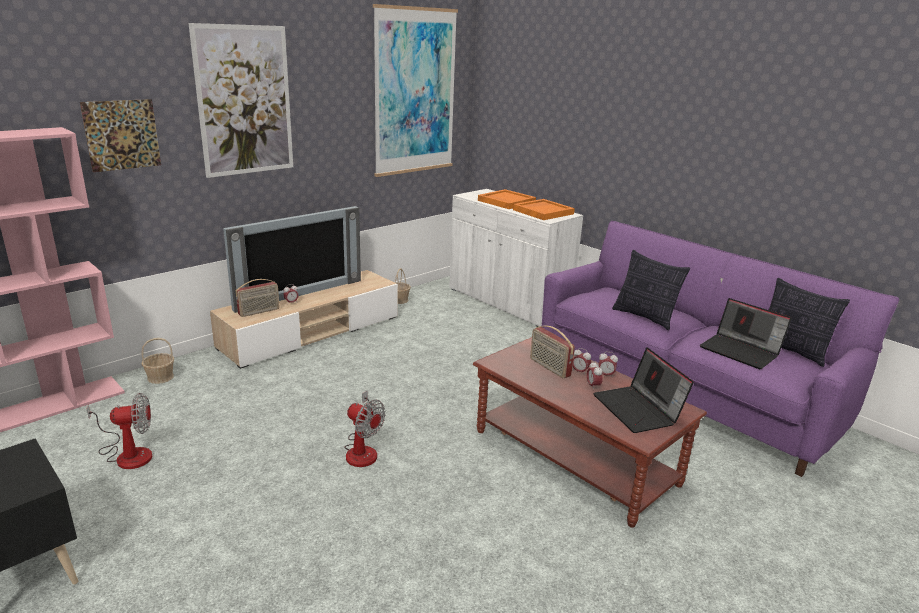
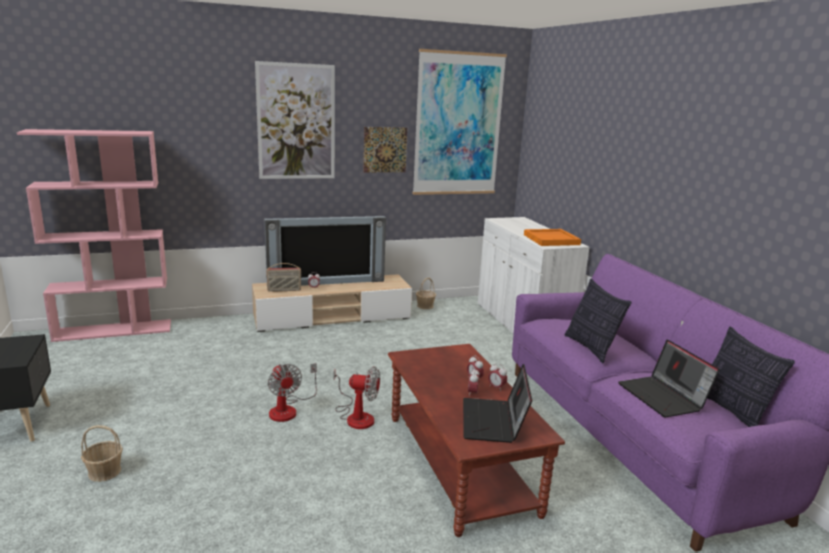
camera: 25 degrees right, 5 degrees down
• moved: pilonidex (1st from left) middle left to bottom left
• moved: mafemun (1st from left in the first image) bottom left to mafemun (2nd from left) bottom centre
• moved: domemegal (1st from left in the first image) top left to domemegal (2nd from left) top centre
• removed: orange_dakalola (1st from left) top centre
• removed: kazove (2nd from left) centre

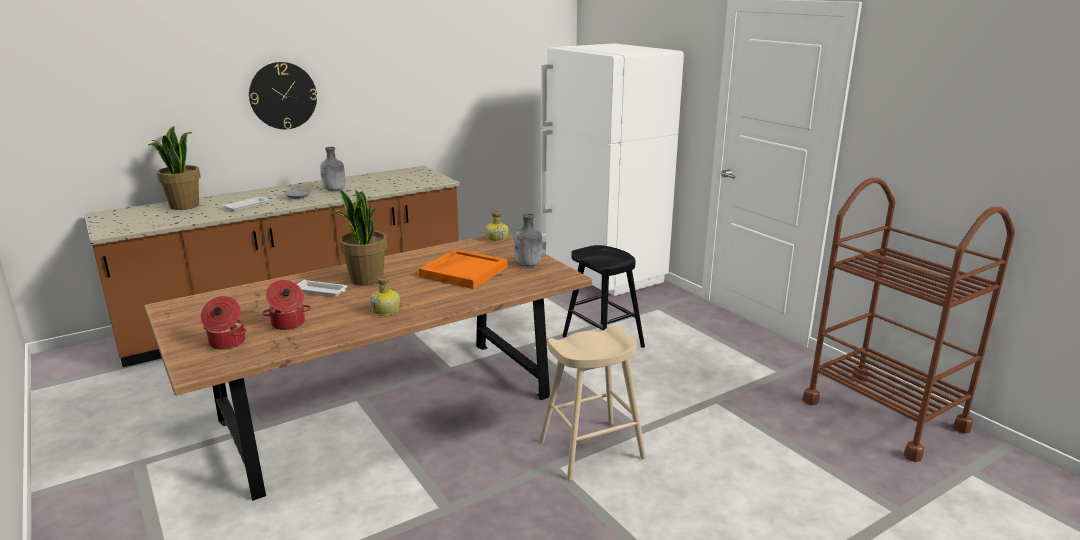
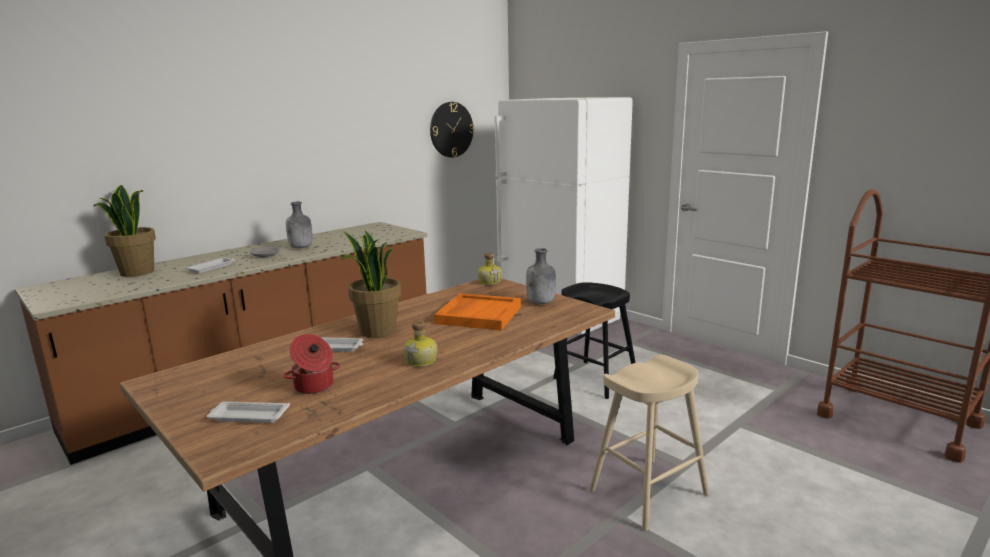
camera: 10 degrees left, 5 degrees down
• replaced: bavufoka (1st from left) middle left to white_dakalola (2nd from left) bottom left
• moved: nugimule top left to top centre

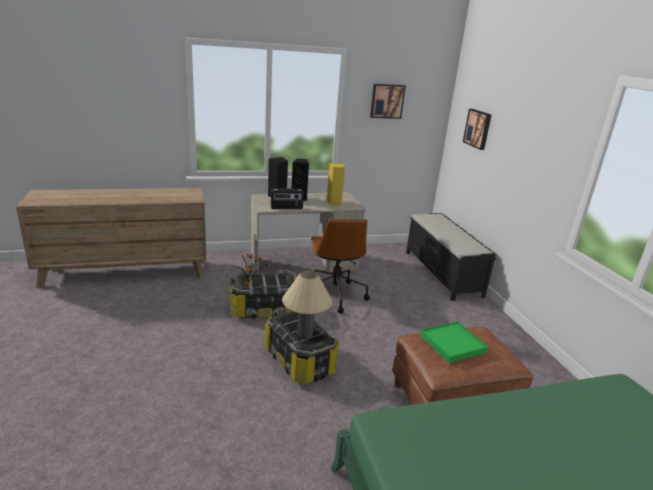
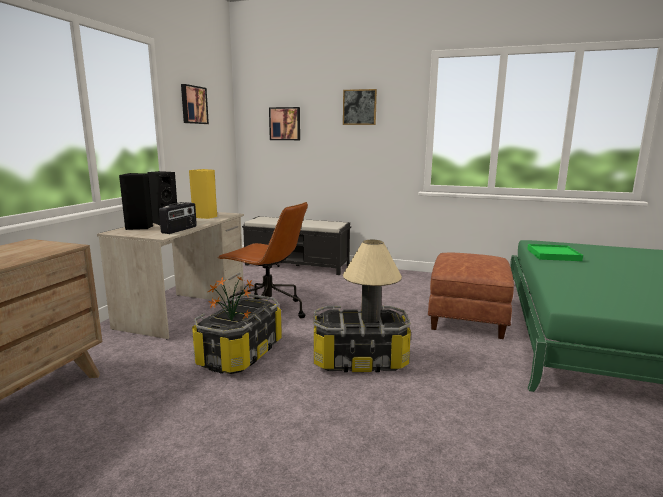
camera: 55 degrees left, 10 degrees down
• added: domemegal (3rd from left) top centre
• moved: green_dakalola bottom right to middle right

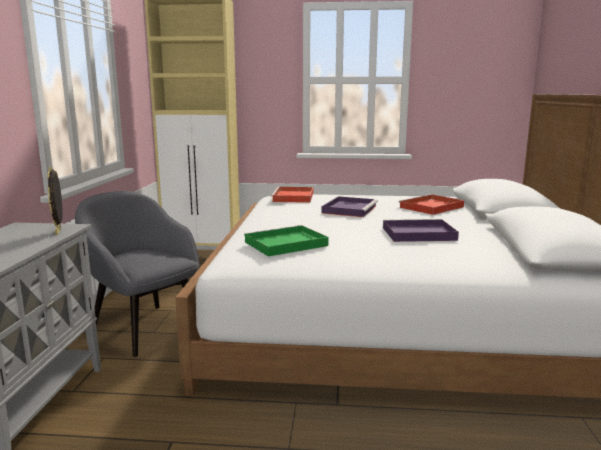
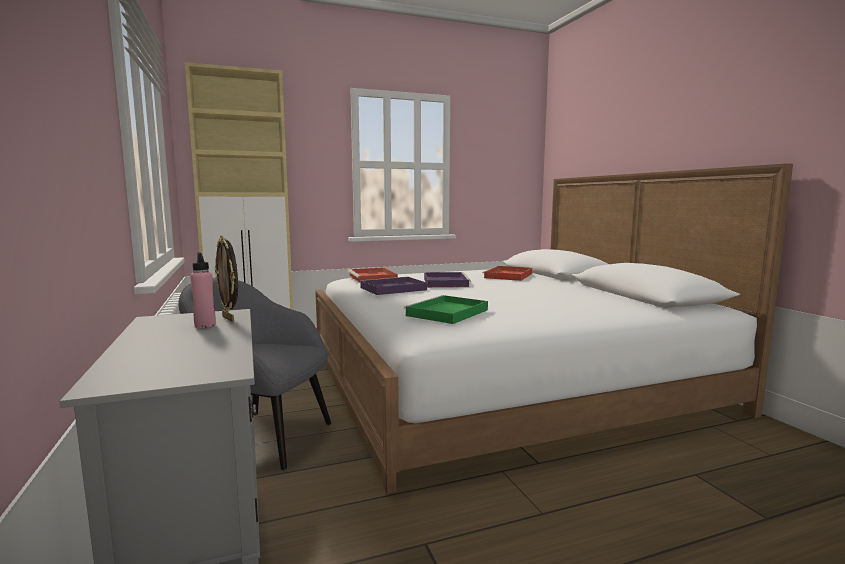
camera: 25 degrees left, 5 degrees down
• added: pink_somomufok middle left
• moved: purple_dakalola (2nd from left in the first image) middle right to purple_dakalola (1st from left) centre

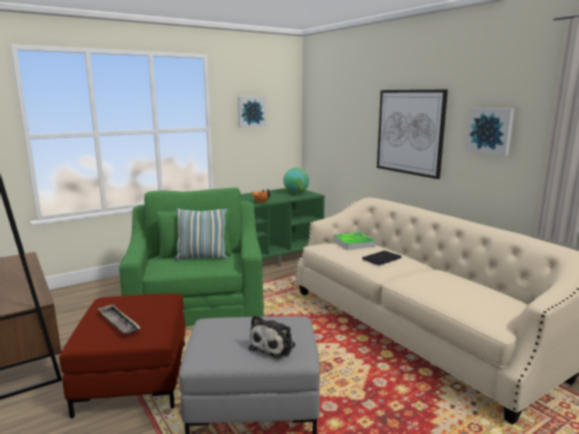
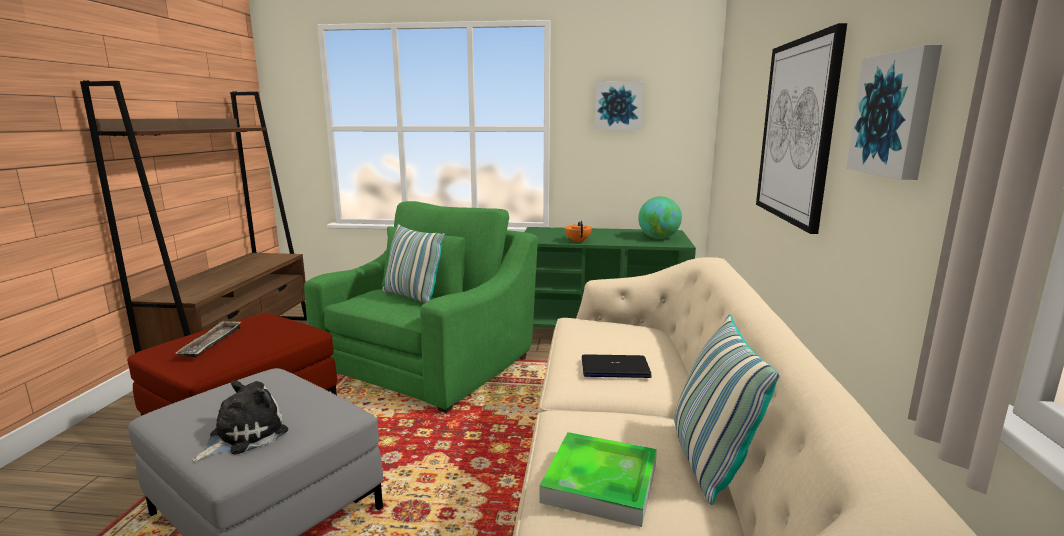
camera: 40 degrees right, 0 degrees up
• turned: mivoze bottom centre = bottom left 150 degrees clockwise
• moved: dakalola (2nd from left) centre to bottom centre
• added: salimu (2nd from left) bottom right

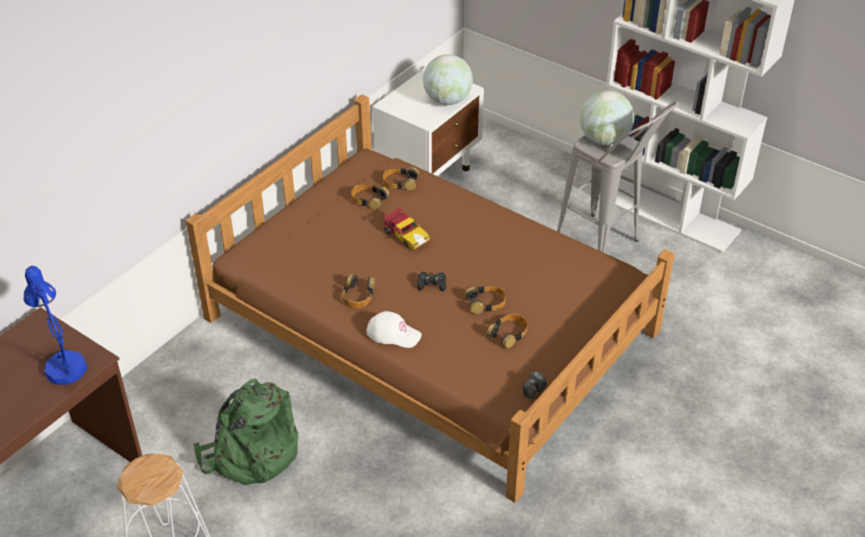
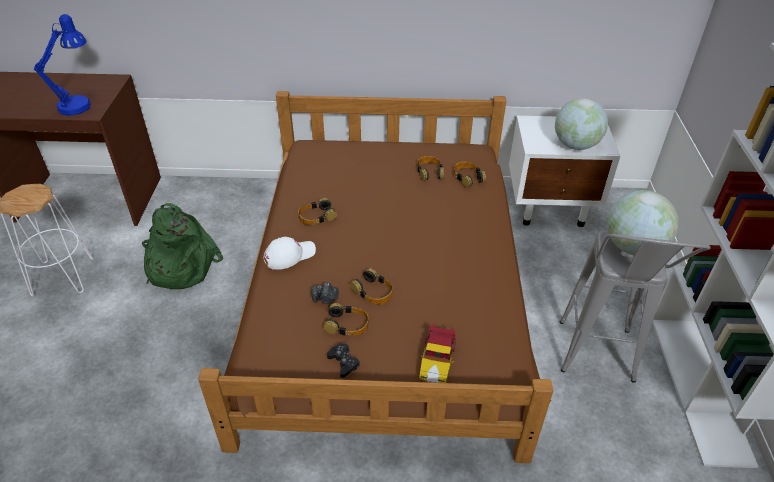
camera: 55 degrees right, 0 degrees up
• turned: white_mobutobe centre = centre 105 degrees counterclockwise
• moved: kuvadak bottom centre to centre
• moved: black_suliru centre to bottom centre
• moved: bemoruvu centre to bottom centre

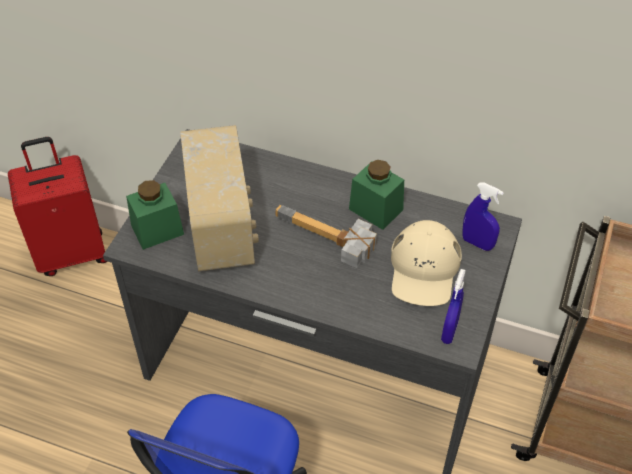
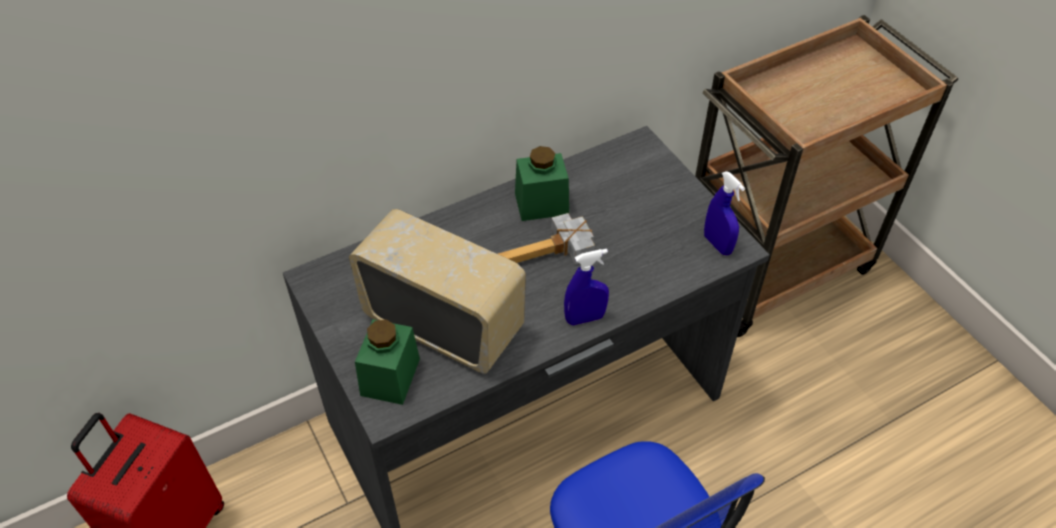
camera: 50 degrees left, 0 degrees up
• moved: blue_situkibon (2nd from left in the first image) middle right to blue_situkibon (1st from left) centre
• removed: beige_mobutobe middle right

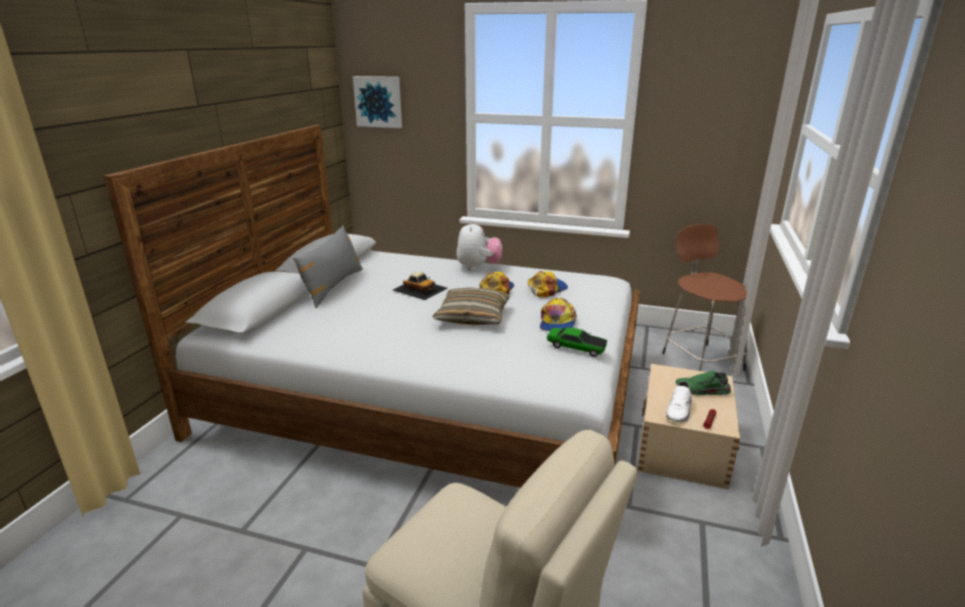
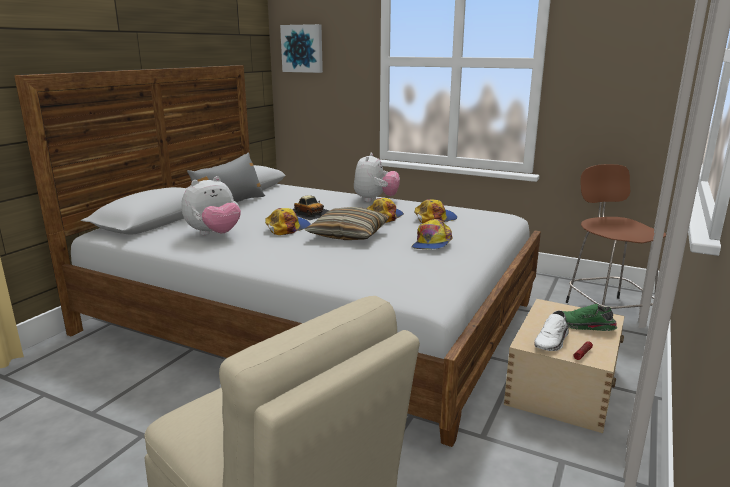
camera: 10 degrees right, 5 degrees down
• added: mivoze (1st from left) middle left
• added: mobutobe (1st from left) centre
• removed: bemoruvu (2nd from left) centre

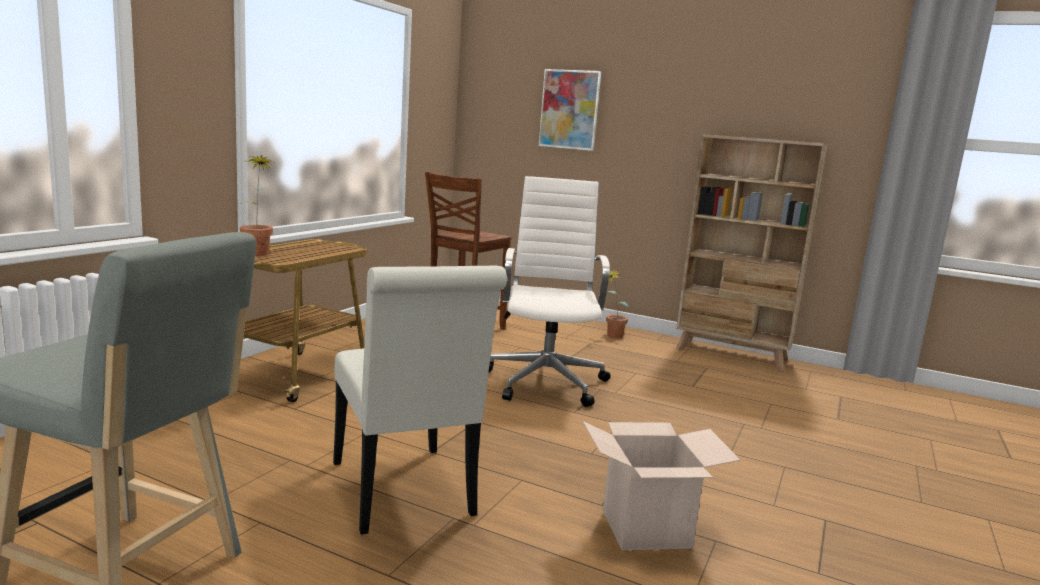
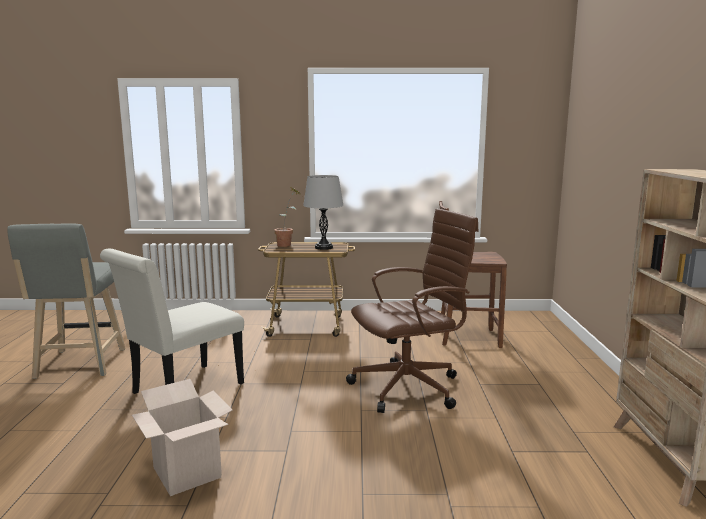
camera: 65 degrees right, 0 degrees up
• added: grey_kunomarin centre
• recoloured: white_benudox centre to brown_benudox centre
• removed: domemegal top centre
• removed: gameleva (2nd from left) centre

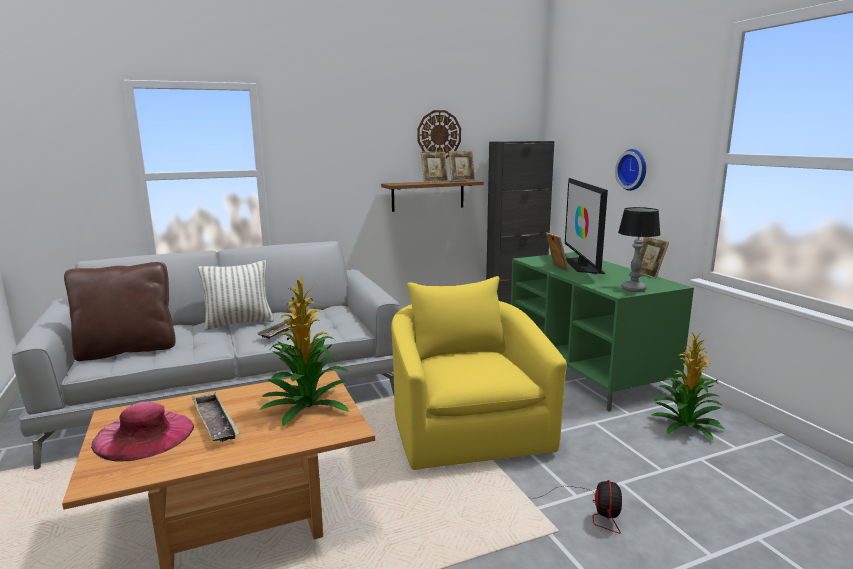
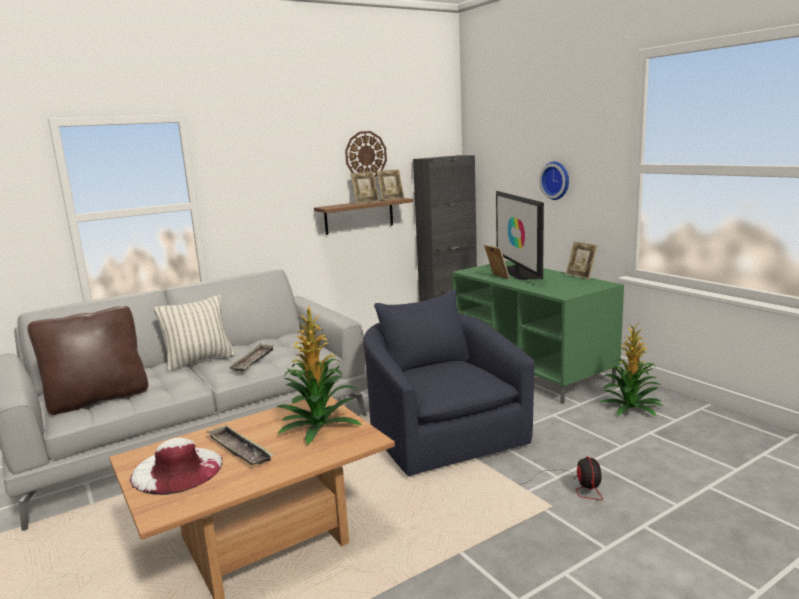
camera: 10 degrees left, 0 degrees up
• recoloured: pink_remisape bottom left to white_remisape bottom left
• recoloured: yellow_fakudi centre to blue_fakudi centre
• removed: kunomarin middle right

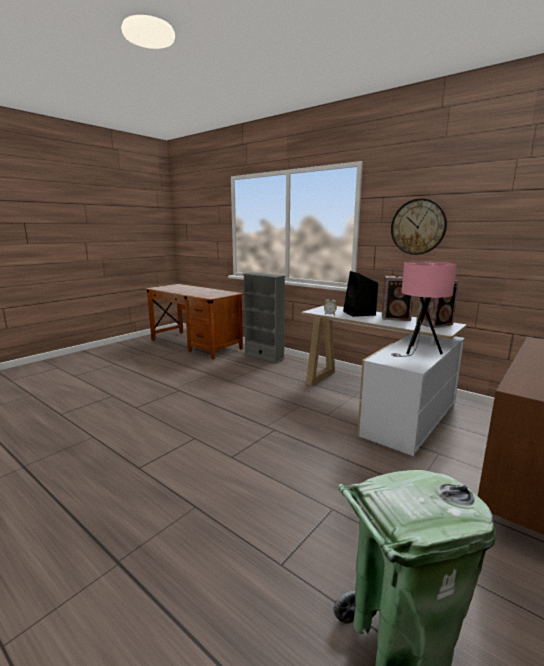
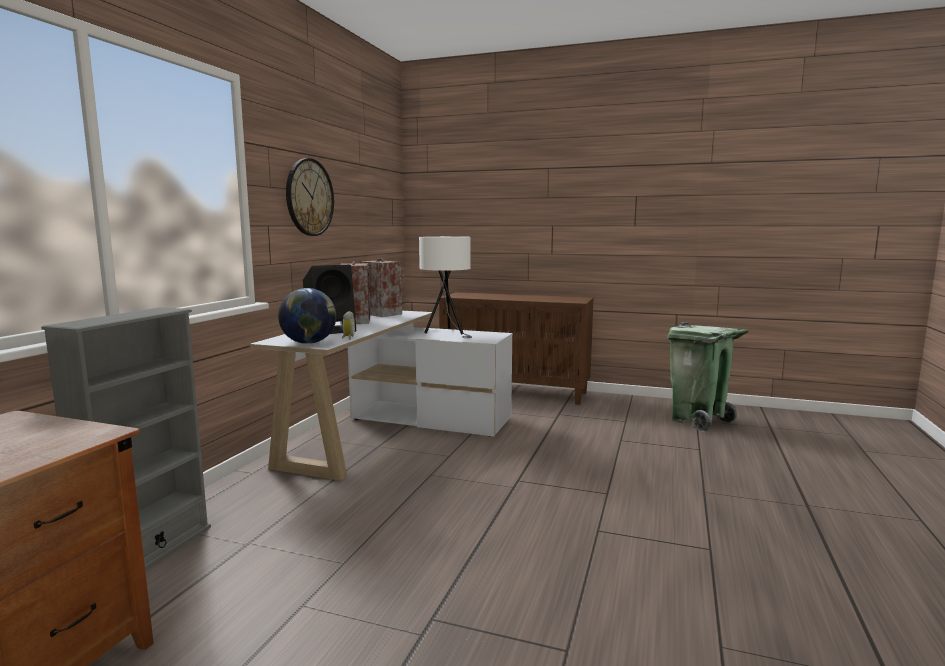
camera: 110 degrees left, 5 degrees down
• added: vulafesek middle left
• recoloured: pink_kunomarin middle right to white_kunomarin centre

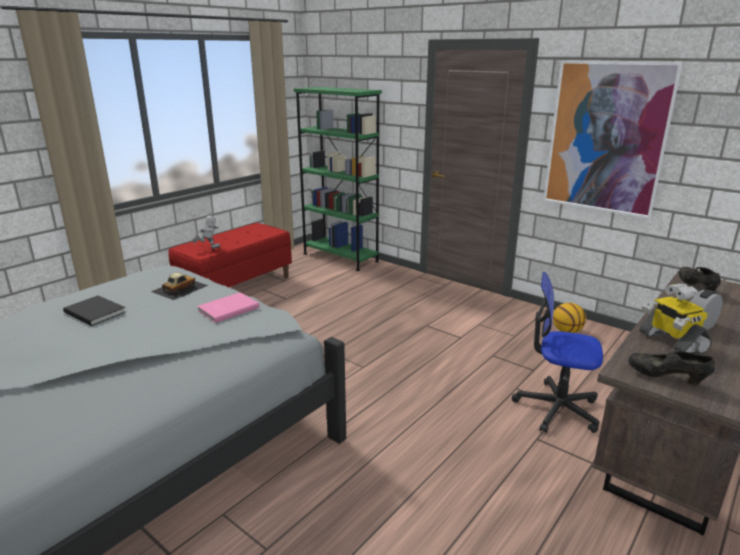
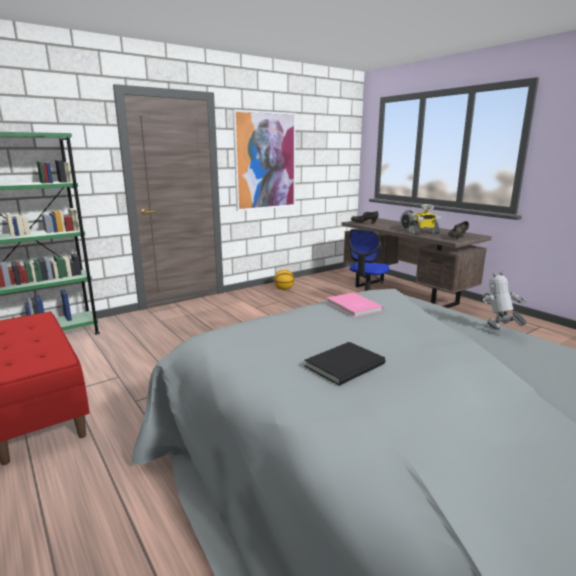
camera: 75 degrees left, 5 degrees down
• moved: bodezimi (1st from left in the first image) middle left to bodezimi (2nd from left) middle right
• removed: bemoruvu middle left

